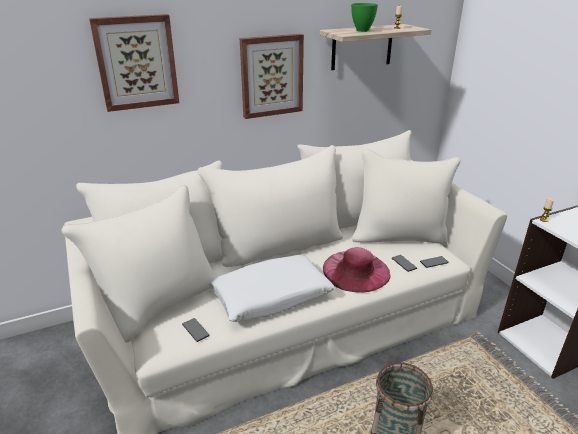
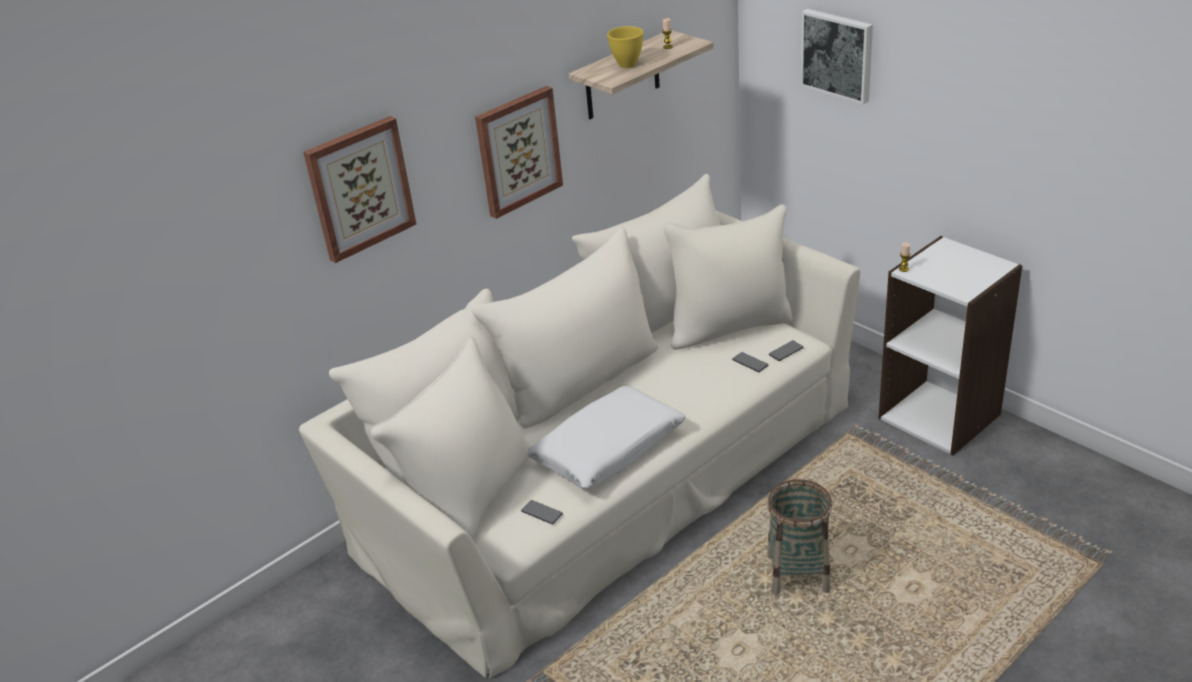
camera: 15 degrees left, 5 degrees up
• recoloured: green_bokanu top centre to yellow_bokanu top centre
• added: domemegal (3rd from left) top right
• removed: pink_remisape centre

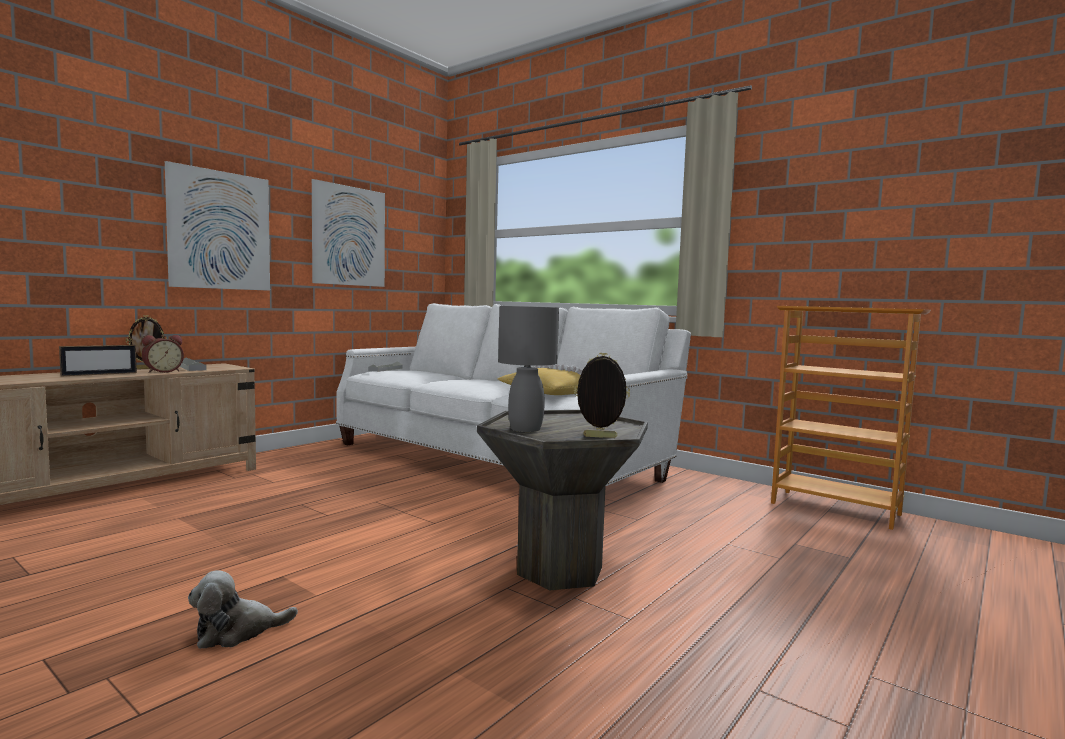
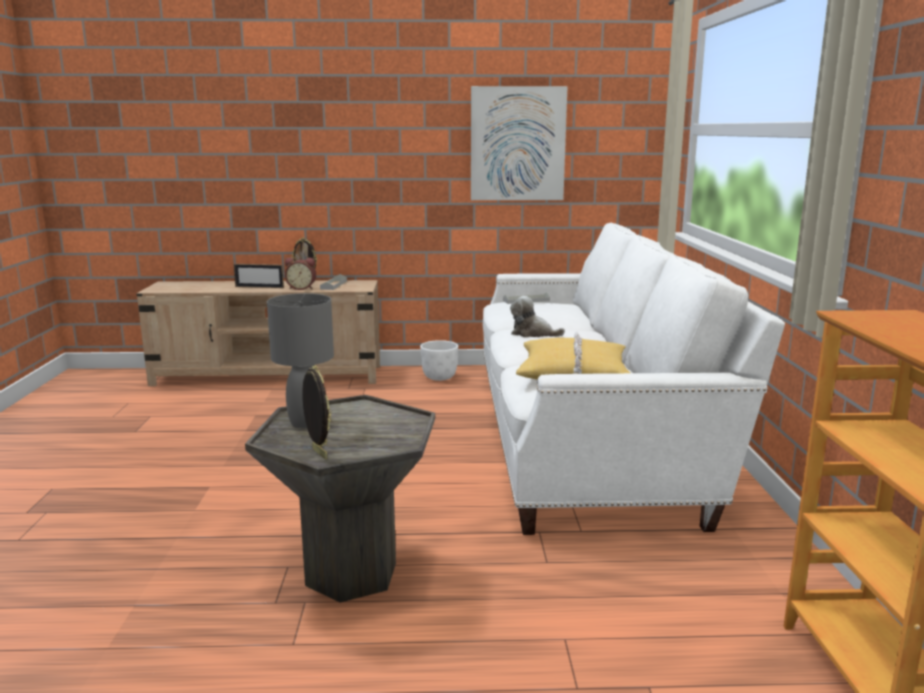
camera: 50 degrees right, 10 degrees up
• added: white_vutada centre
• moved: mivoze bottom left to centre
• removed: domemegal (1st from left) top left

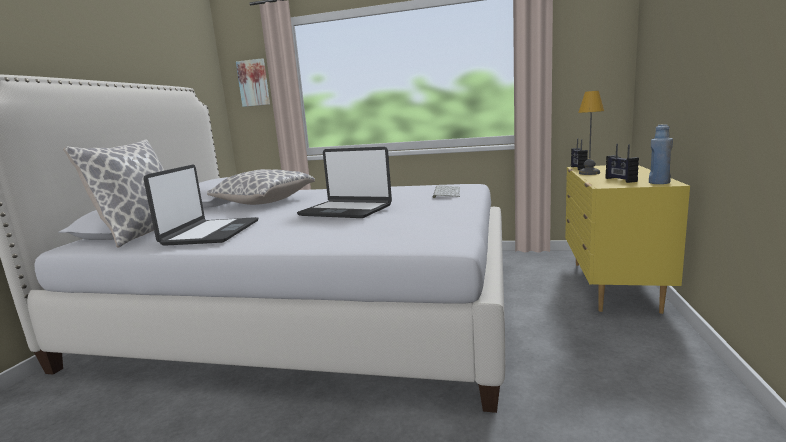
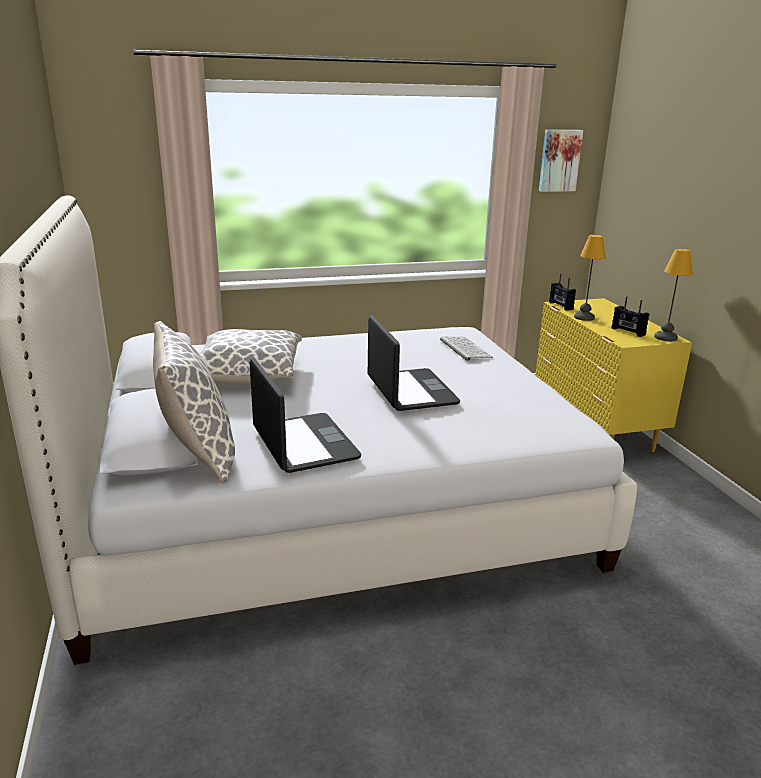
camera: 30 degrees left, 10 degrees up
• turned: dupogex (2nd from left) centre = centre 105 degrees counterclockwise
• moved: domemegal top left to top right
• replaced: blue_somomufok middle right to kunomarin (2nd from left) middle right

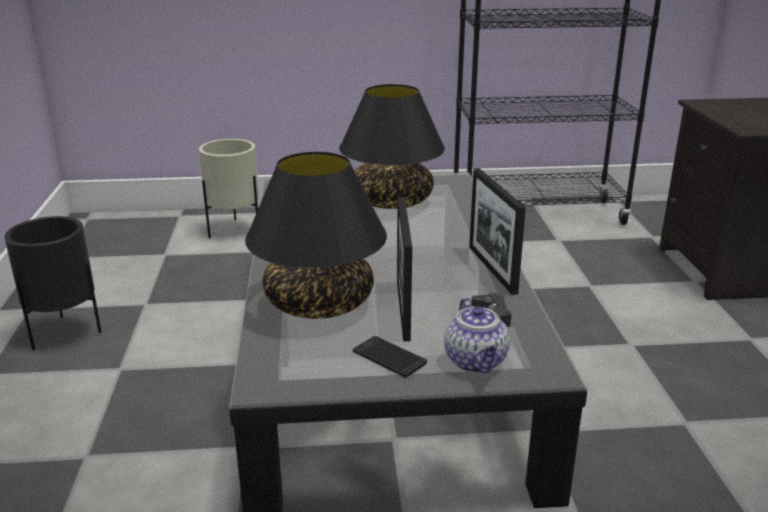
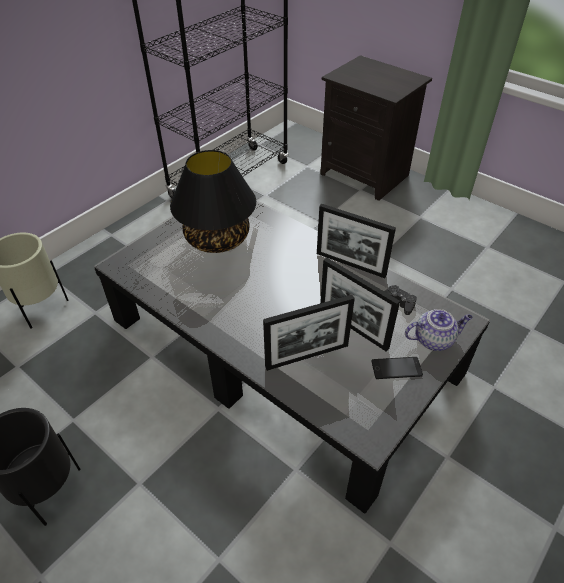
camera: 45 degrees left, 20 degrees up
• replaced: black_kunomarin (1st from left) centre to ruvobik (1st from left) centre
• turned: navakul centre = middle right 45 degrees counterclockwise

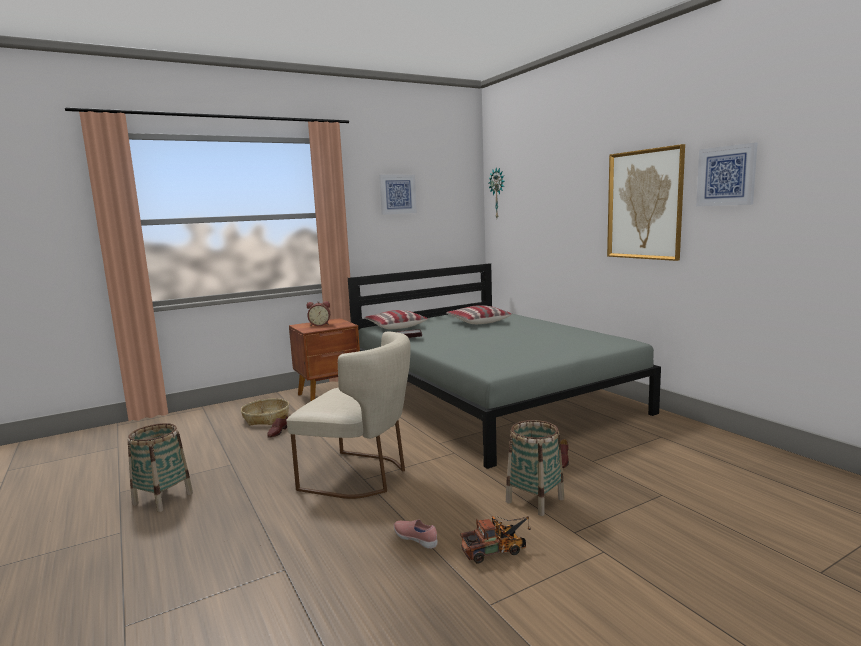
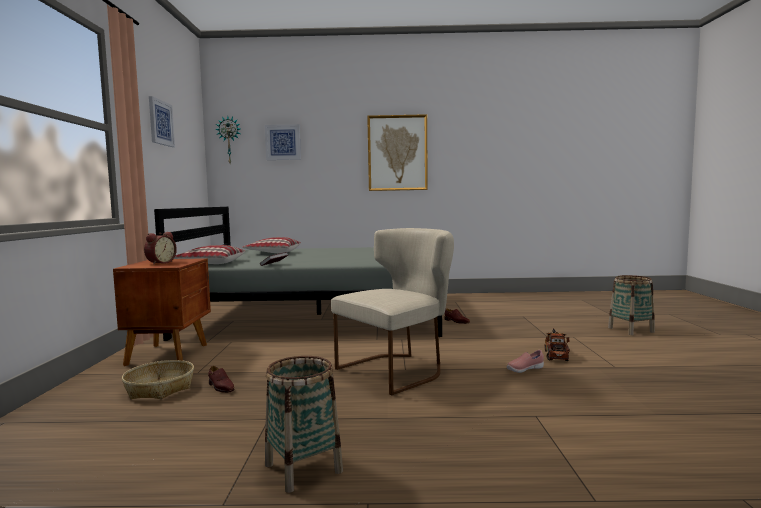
camera: 60 degrees left, 5 degrees down
• moved: domemegal (3rd from left in the first image) top right to domemegal (2nd from left) top centre
• moved: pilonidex (3rd from left) bottom centre to middle right

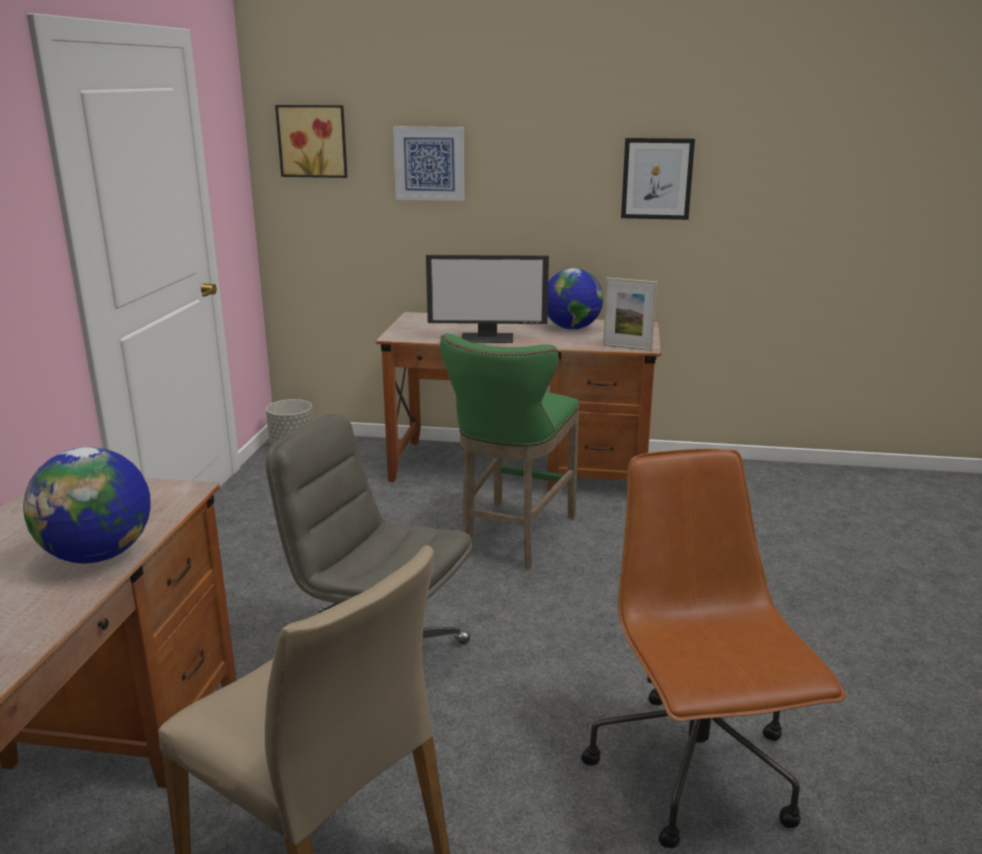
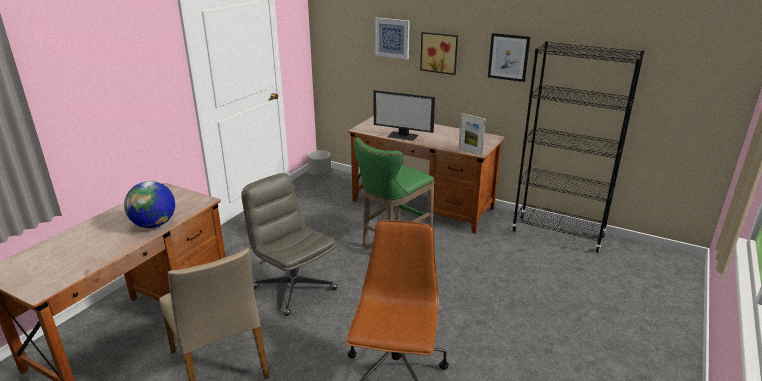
camera: 20 degrees right, 5 degrees up
• moved: domemegal (1st from left in the first image) top left to domemegal (2nd from left) top centre
• added: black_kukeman middle right
• removed: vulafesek (2nd from left) centre

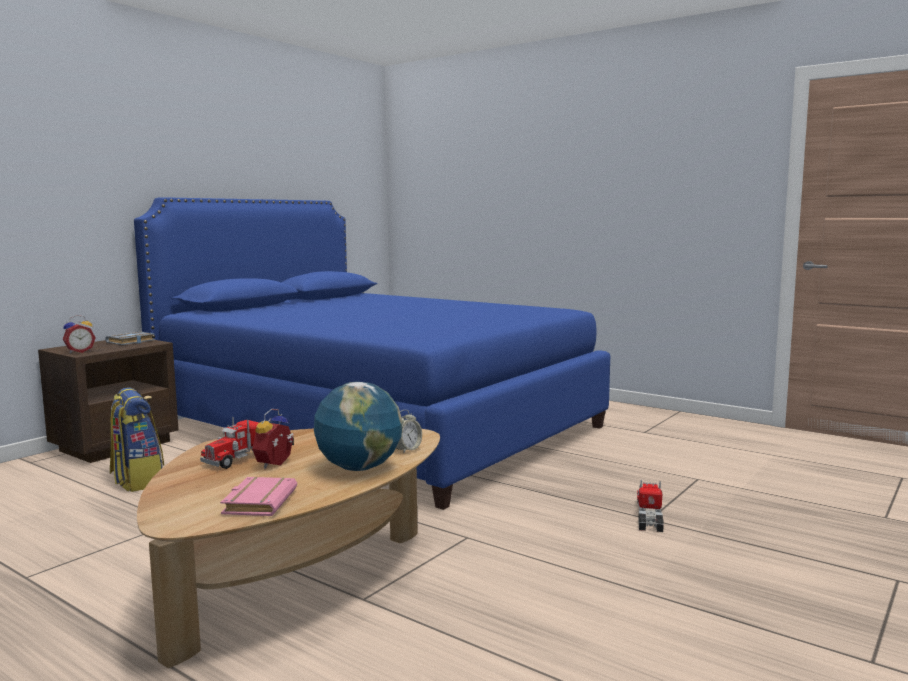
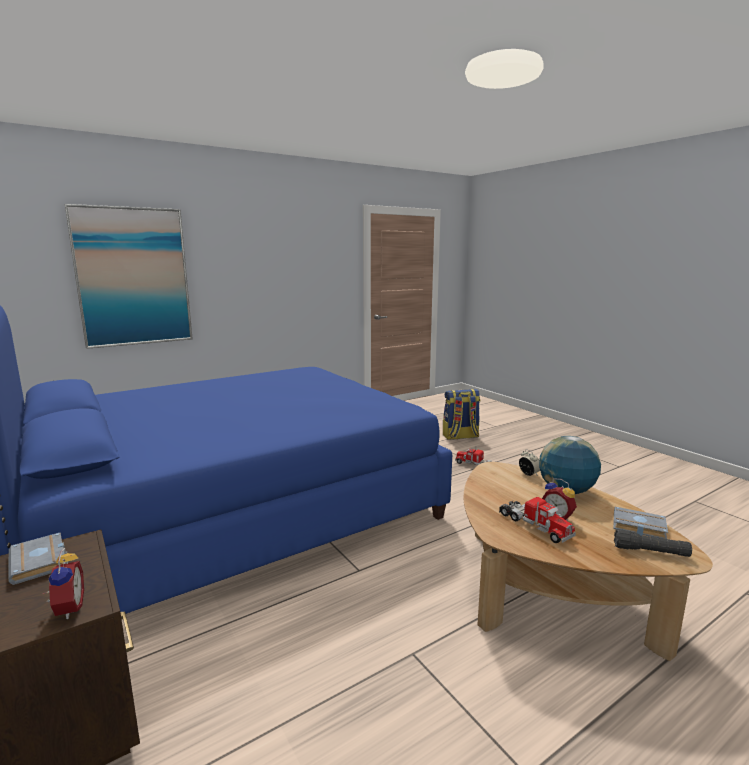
camera: 70 degrees left, 5 degrees up
• added: domemegal middle left
• moved: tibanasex middle left to centre
• recoloured: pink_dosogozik bottom left to grey_dosogozik (2nd from left) bottom right
• added: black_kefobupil bottom right

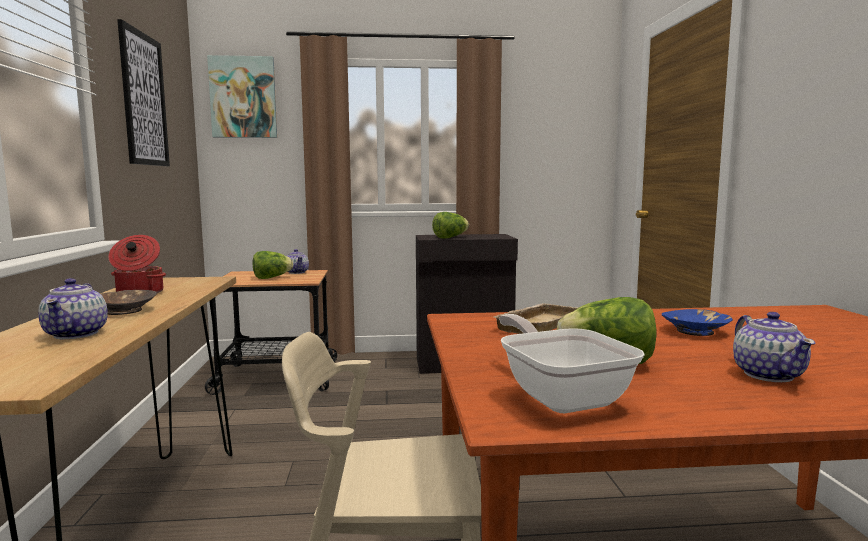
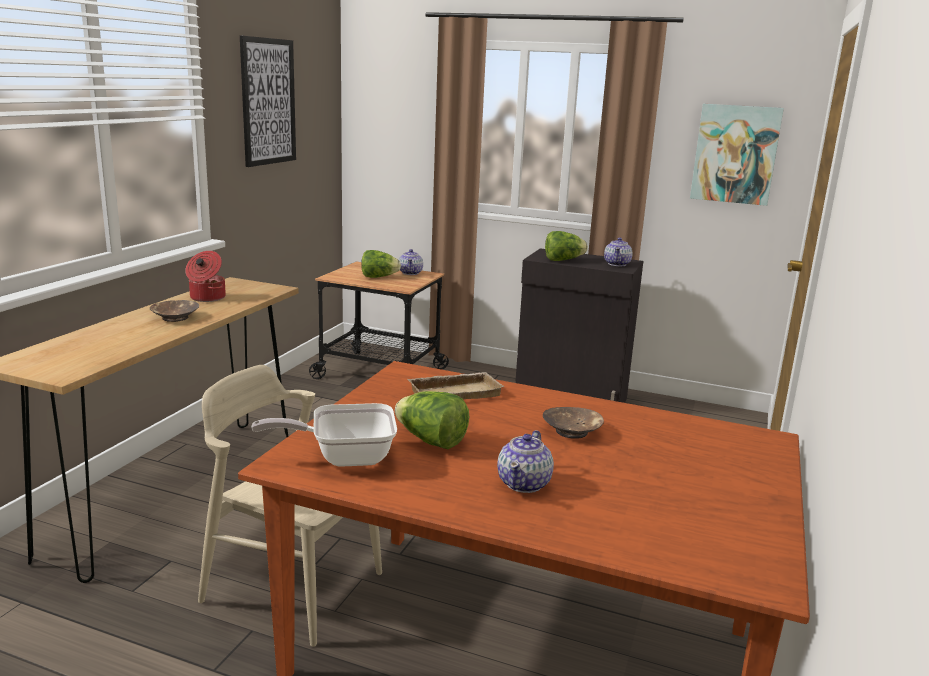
camera: 25 degrees right, 10 degrees up
• turned: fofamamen bottom centre = centre 105 degrees counterclockwise
• recoloured: blue_bokanu middle right to brown_bokanu (2nd from left) centre
• moved: navakul (1st from left in the first image) middle left to navakul (3rd from left) centre
• moved: domemegal (2nd from left) top left to top right

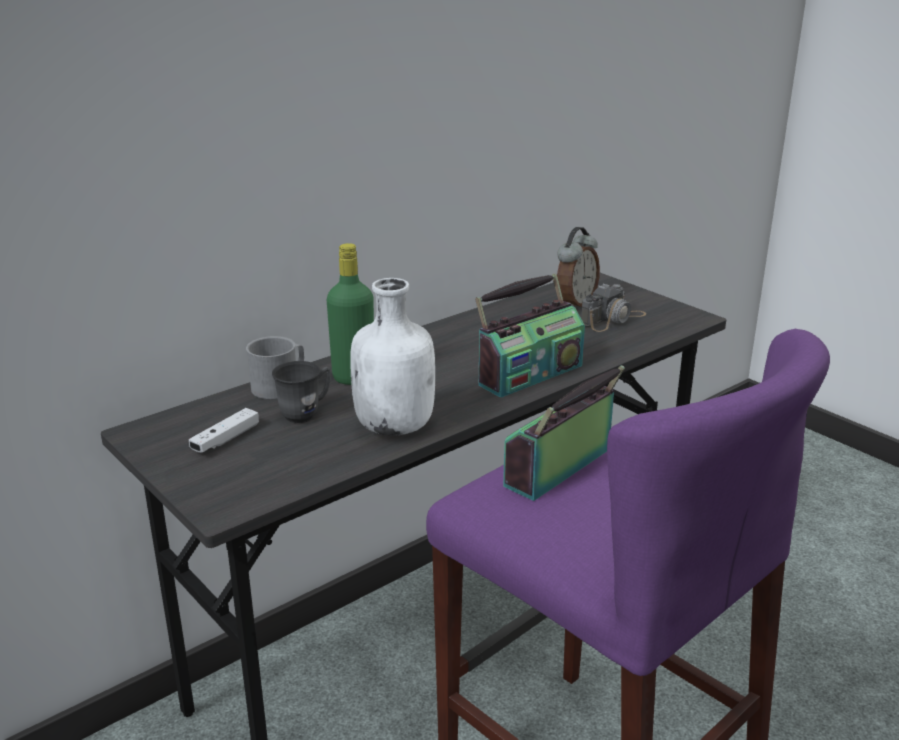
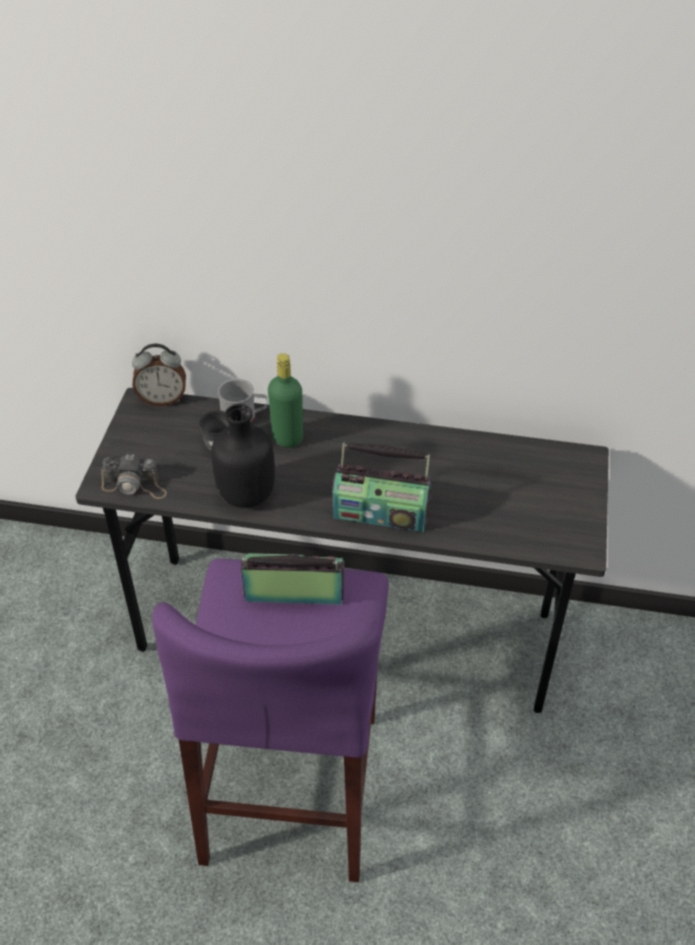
camera: 50 degrees right, 20 degrees up
• moved: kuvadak middle right to middle left
• moved: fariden centre to middle left
• recoloured: white_somomufok centre to black_somomufok centre
• removed: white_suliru middle left

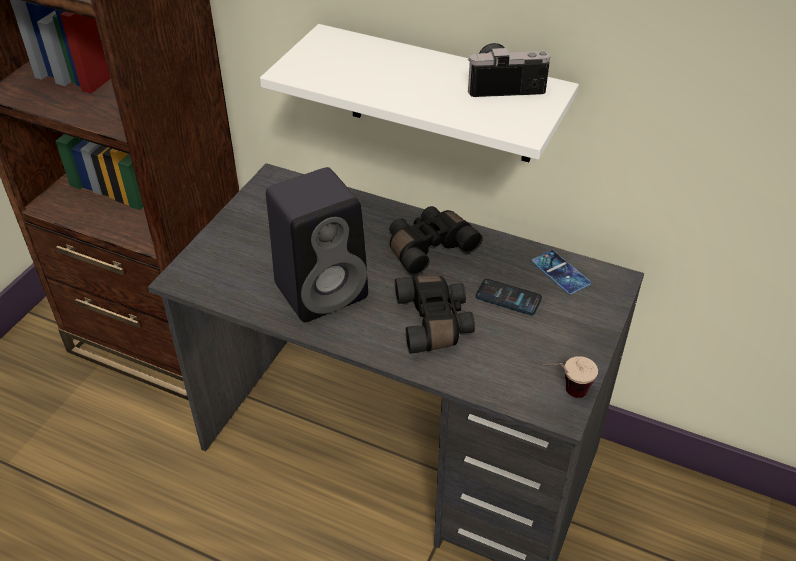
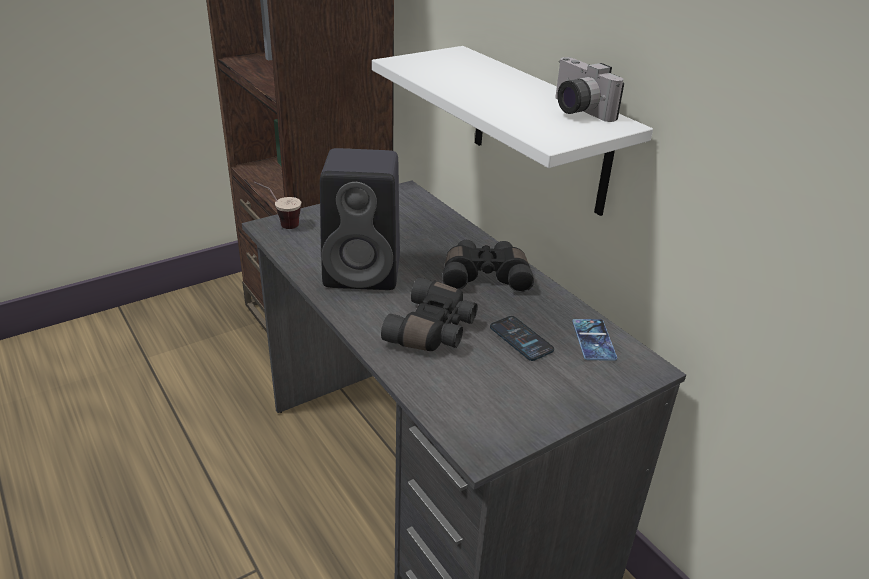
camera: 30 degrees right, 10 degrees down
• moved: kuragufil bottom right to middle left
• turned: kuvadak top centre = top right 150 degrees counterclockwise

